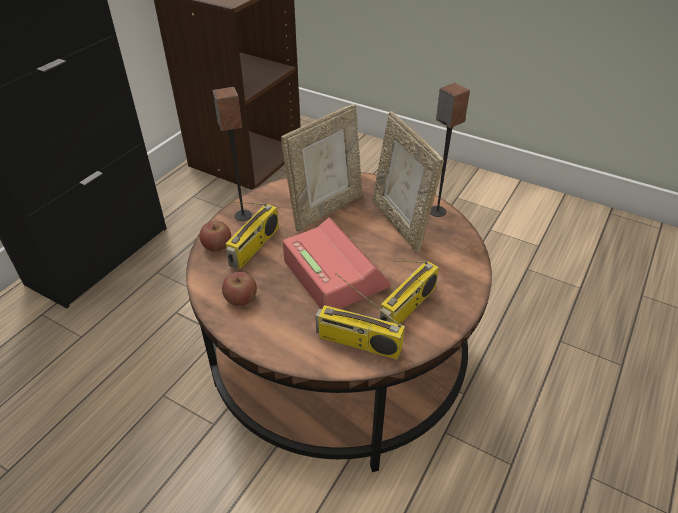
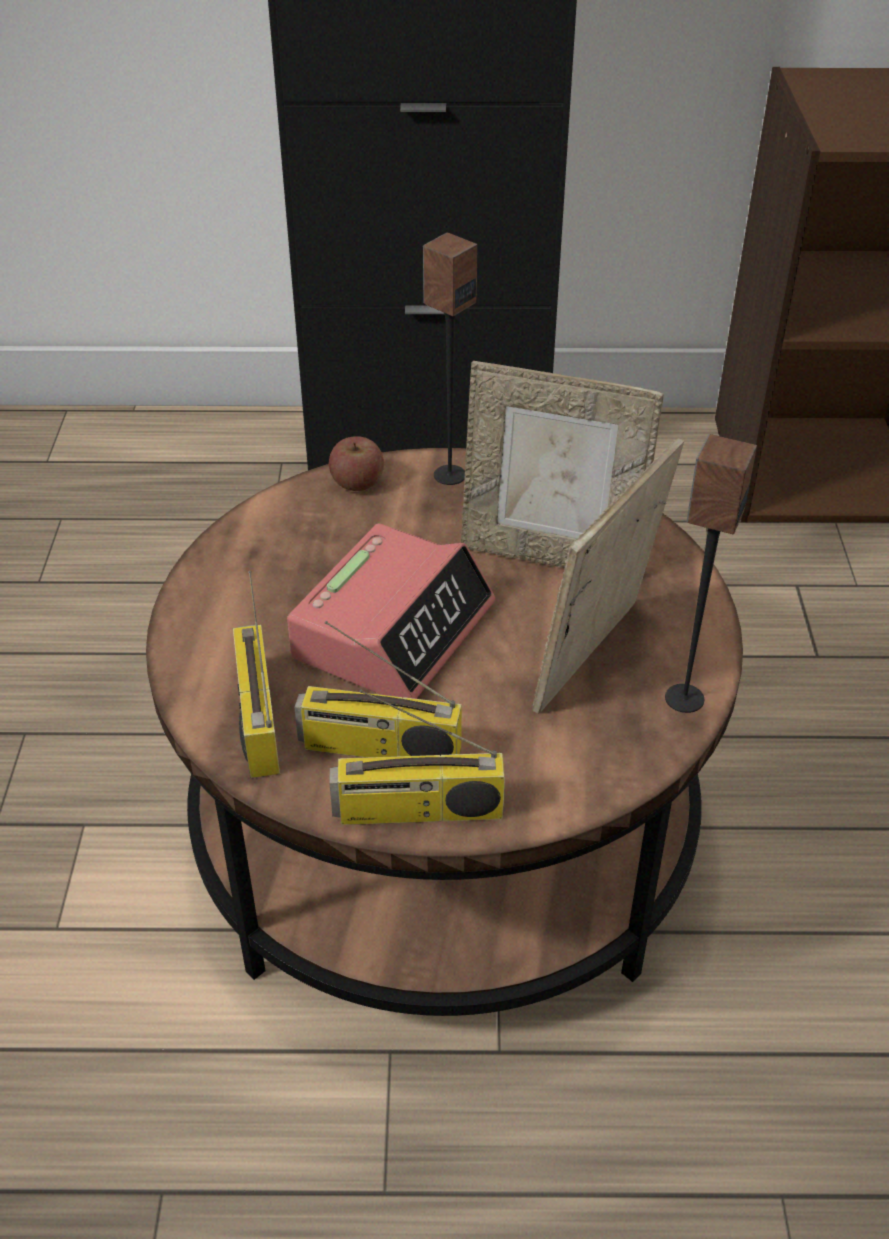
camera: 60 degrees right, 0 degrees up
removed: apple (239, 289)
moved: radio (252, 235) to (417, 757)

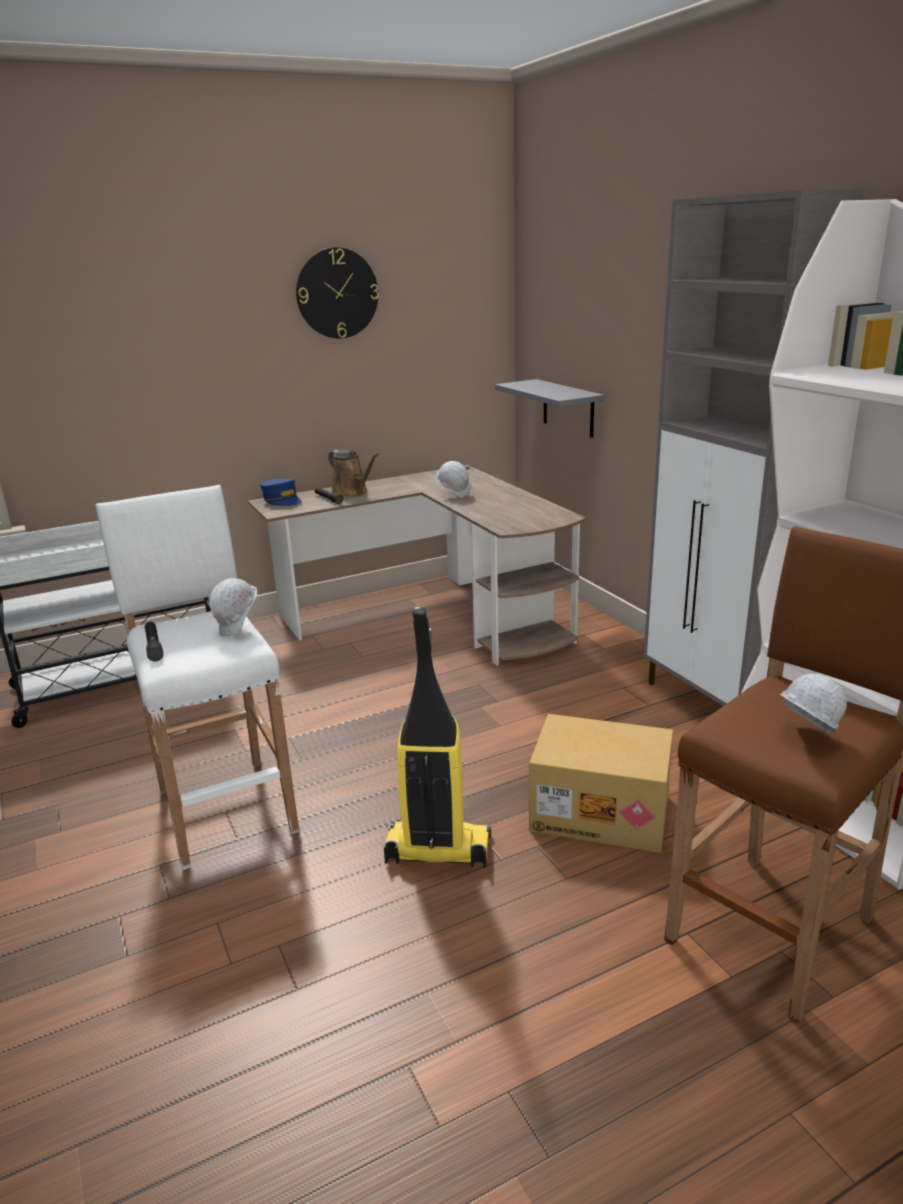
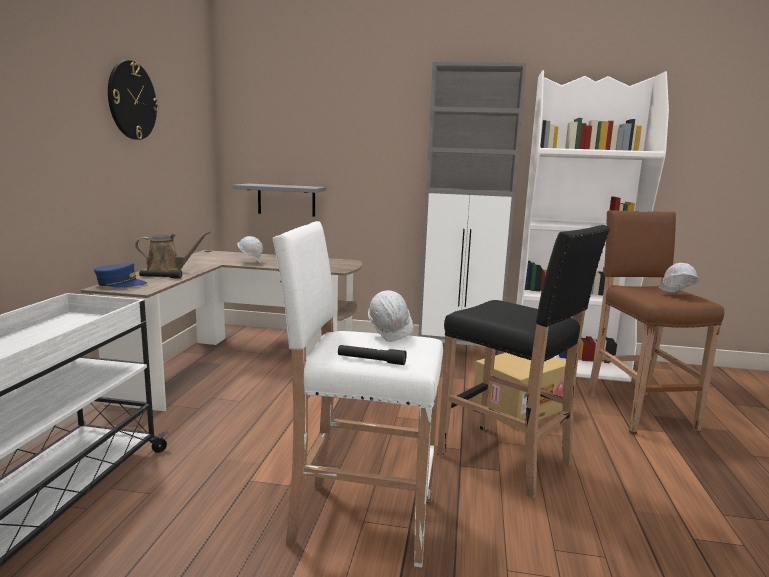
camera: 55 degrees left, 10 degrees down
replaced: vacuum cleaner (437, 737) to black stool (523, 361)

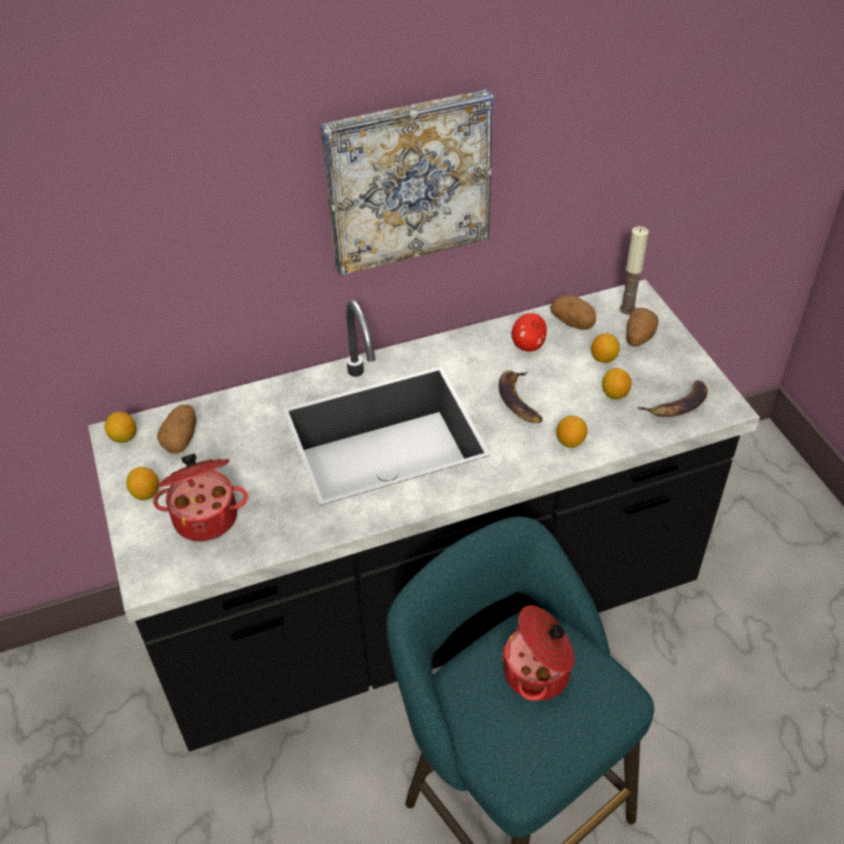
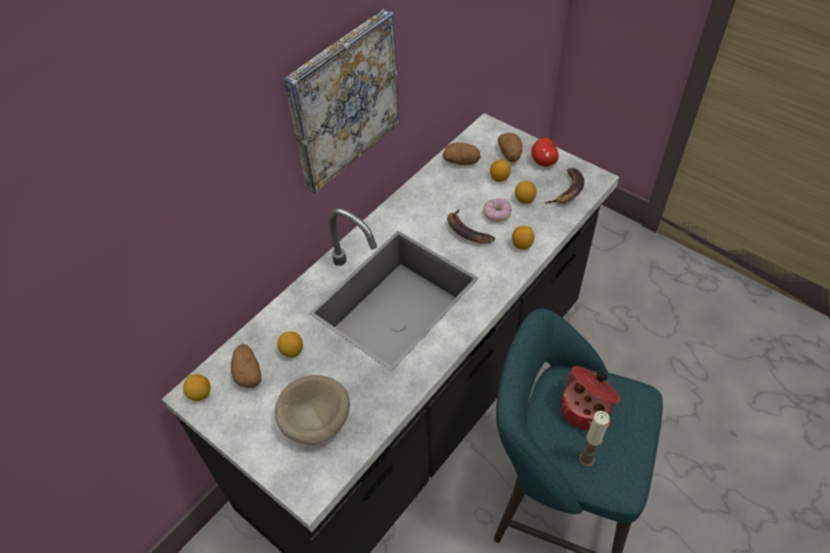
camera: 30 degrees left, 5 degrees up
added: donut (497, 210)
moved: lemon (142, 483) to (290, 344); apple (529, 332) to (545, 152); candle (634, 270) to (594, 439)
replaced: cooking pot (200, 497) to beige bowl (312, 410)

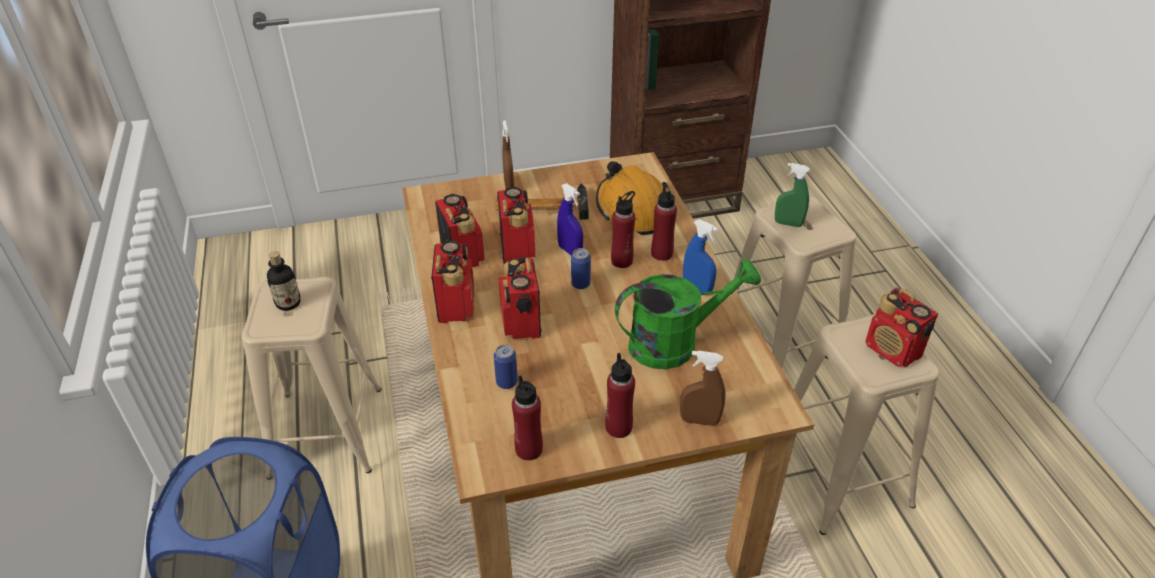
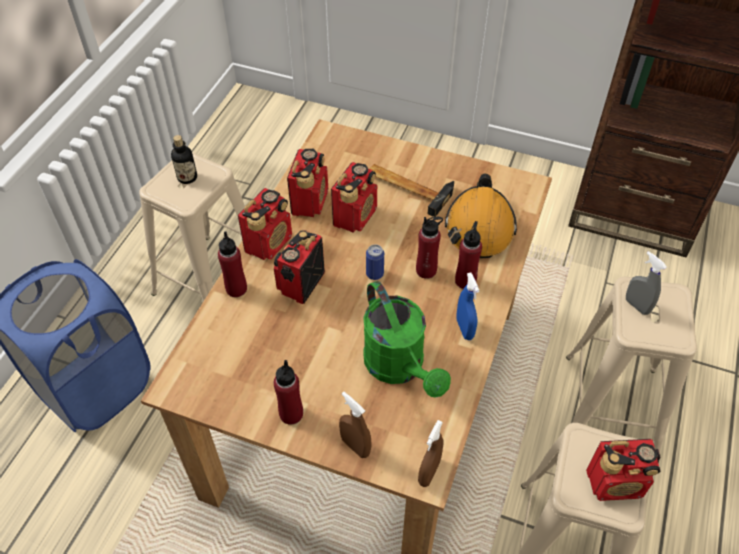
camera: 35 degrees right, 10 degrees up
removed: can (506, 366); blue spray bottle (570, 219)
moved: red bottle (527, 418) to (232, 264); brown spray bottle (508, 154) to (430, 453)
recoloured: green spray bottle (792, 195) to grey spray bottle (646, 283)
turned: green watering can (688, 314) = (407, 339) 45 degrees clockwise; radio (901, 327) = (623, 470) 90 degrees counterclockwise

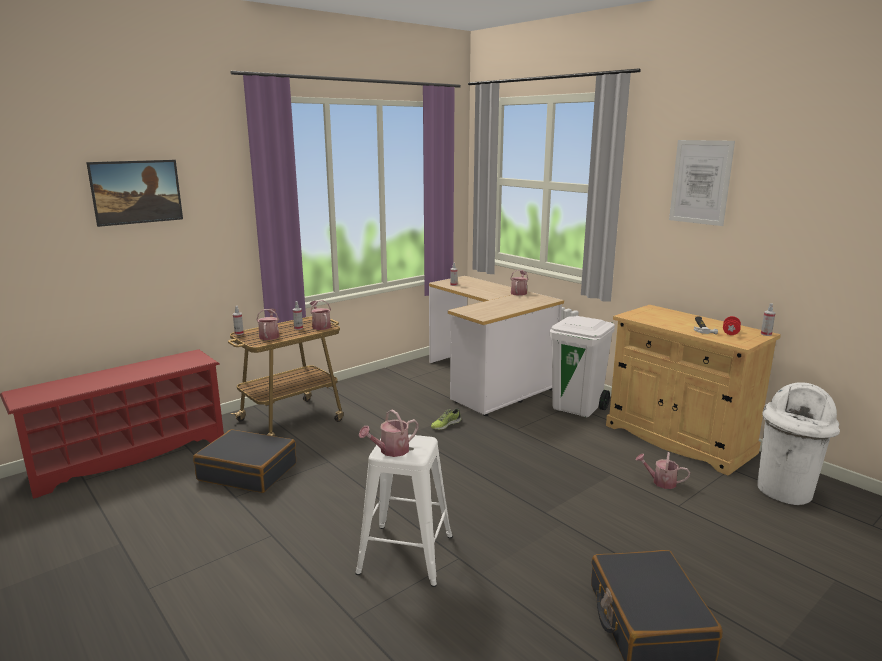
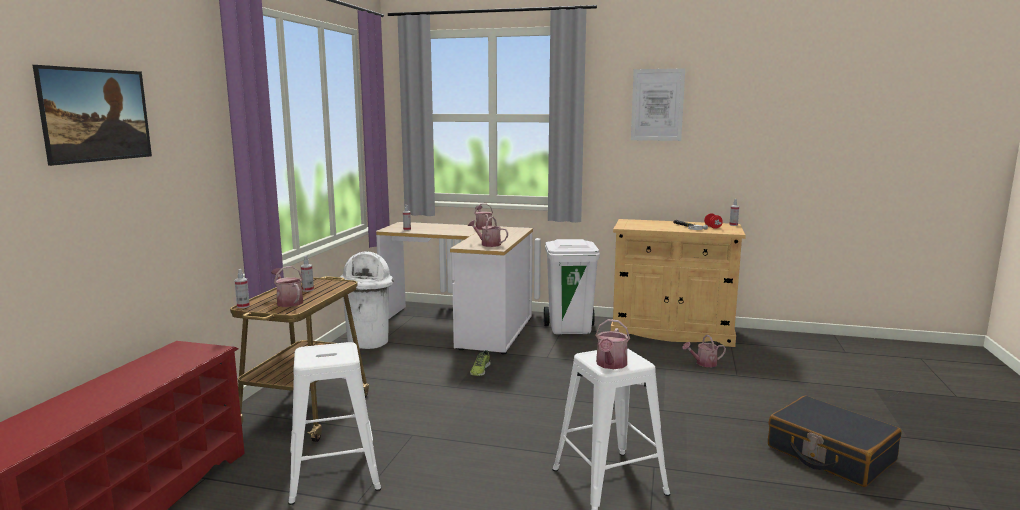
camera: 35 degrees left, 5 degrees down
moved: white trash can (798, 443) to (367, 300); watering can (320, 315) to (488, 231)
replaced: black suitcase (244, 461) to white stool (334, 423)

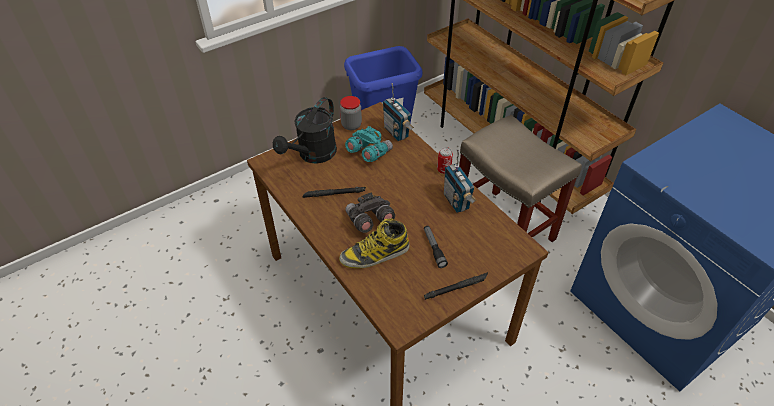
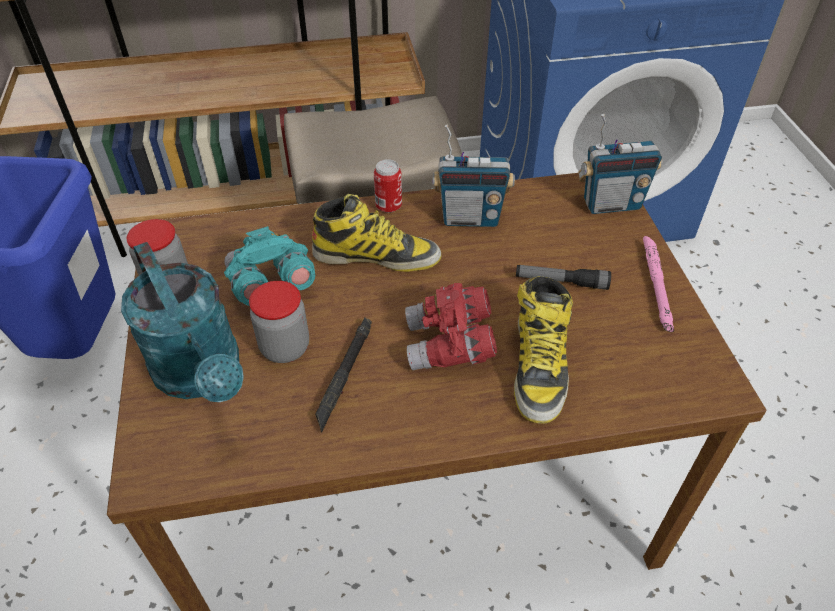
camera: 65 degrees left, 0 degrees up
added: jar (279, 322); boot (377, 233)
moved: radio (398, 112) to (620, 164)
recoloured: black watering can (305, 130) to turquoise watering can (182, 322); grey binoculars (370, 212) to red binoculars (451, 326); black flashlight (456, 286) to pink flashlight (658, 284)

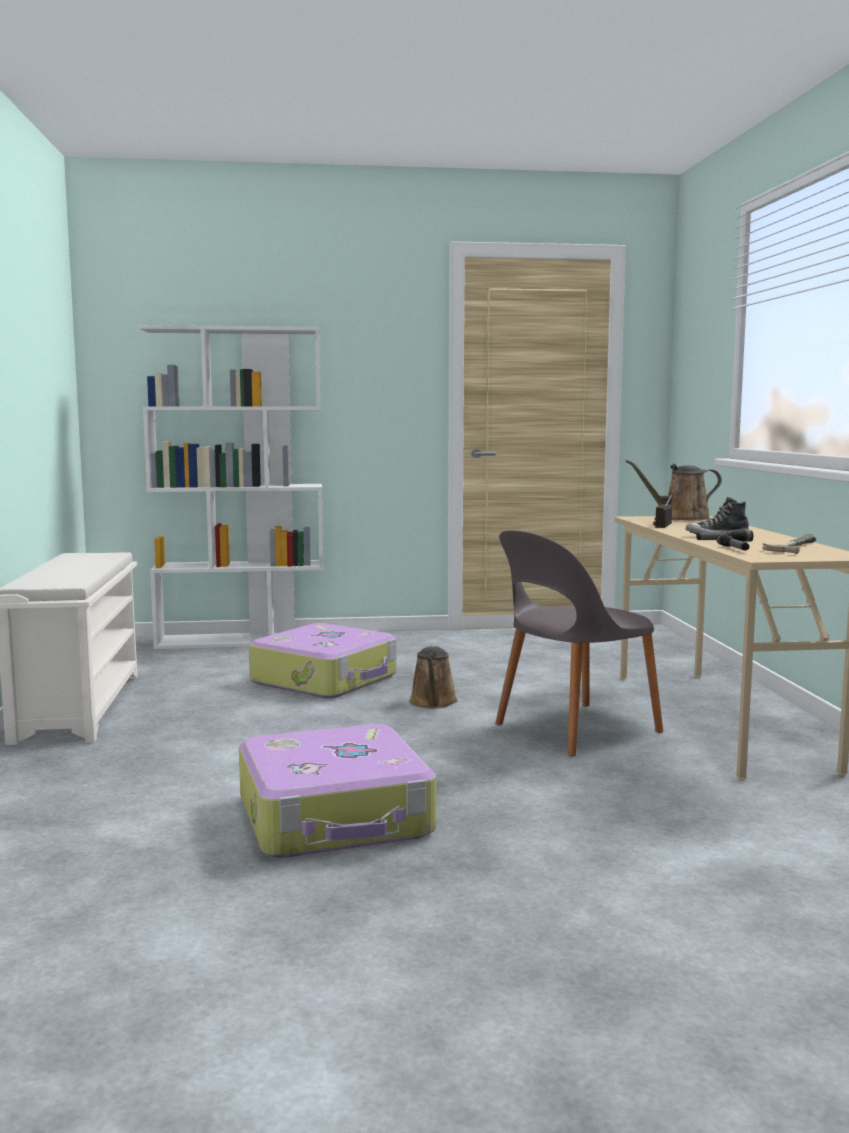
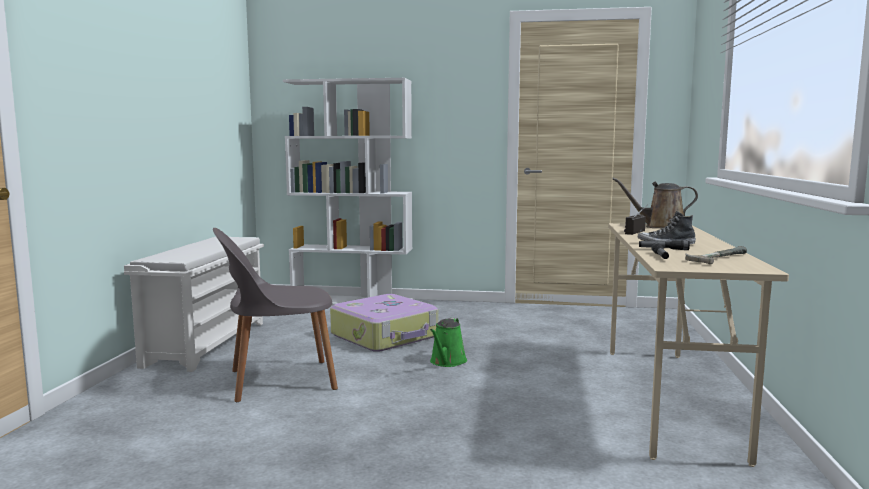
camera: 15 degrees right, 0 degrees up
removed: suitcase (337, 791)
moved: grey chair (579, 643) to (275, 315)
recoloured: brown watering can (433, 677) to green watering can (448, 342)

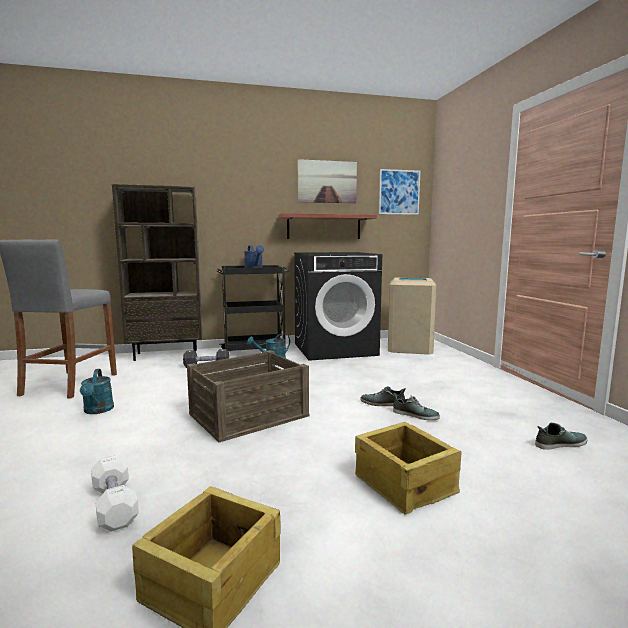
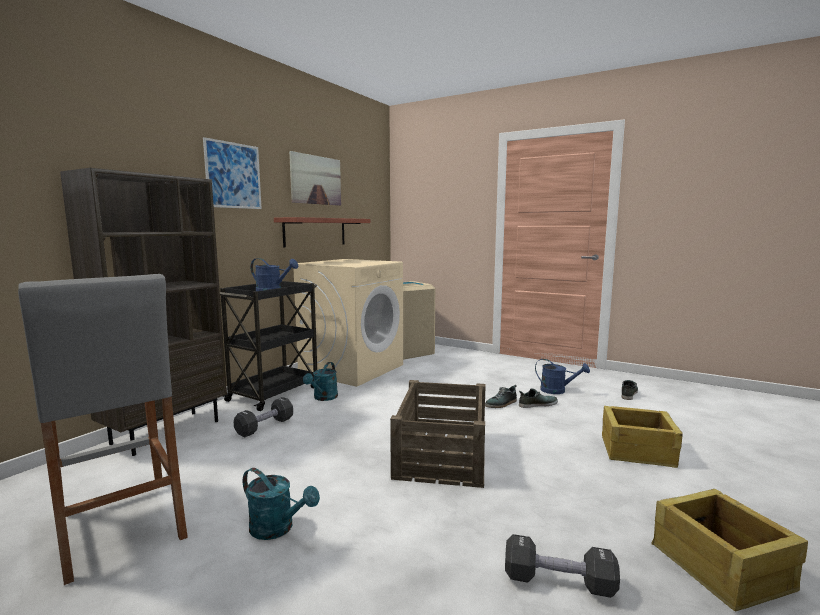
camera: 45 degrees left, 0 degrees up
added: blue watering can (562, 376)
moved: picture (399, 192) to (232, 173)
recoloured: black washing machine (338, 306) to beige washing machine (348, 323); white dumbbell (115, 493) to black dumbbell (562, 566)

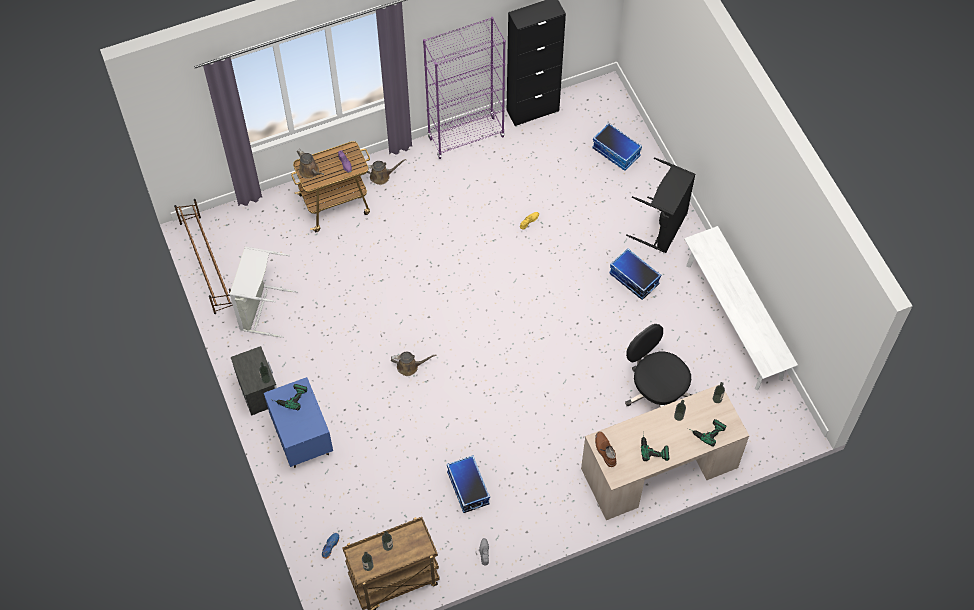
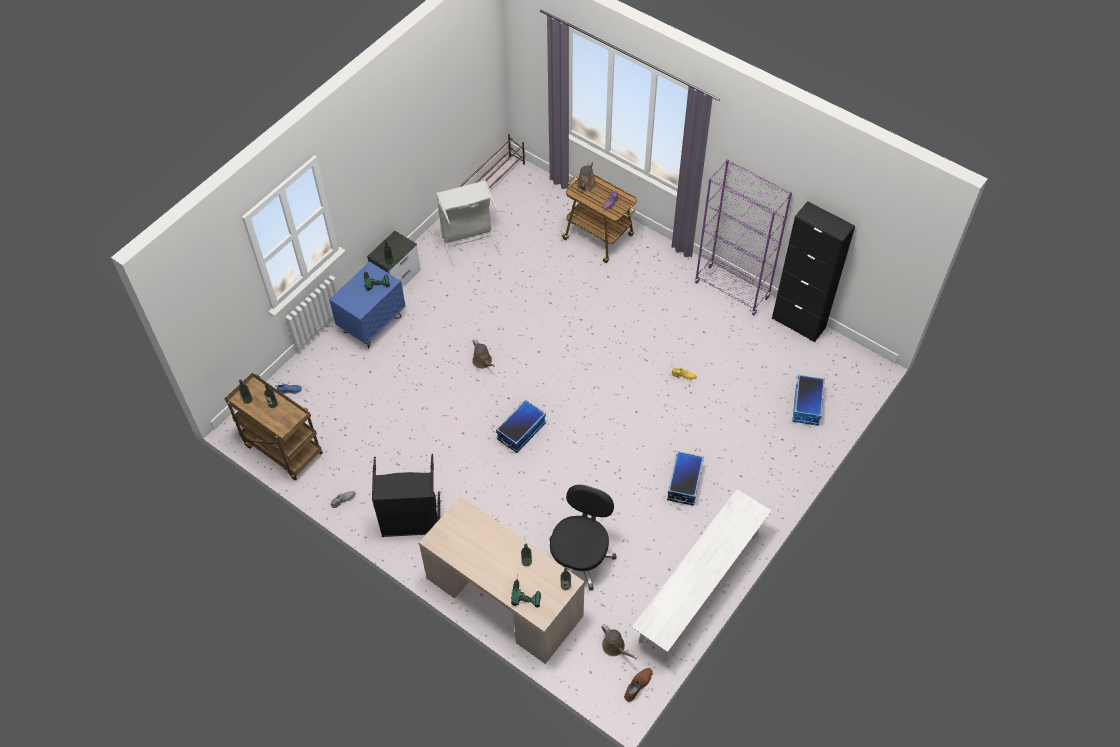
camera: 60 degrees right, 5 degrees down
removed: power drill (655, 448)
moved: black laundry basket (660, 205) to (406, 495); storage box (468, 484) to (521, 426); brown watering can (386, 172) to (619, 642); brown boot (606, 449) to (638, 685)

